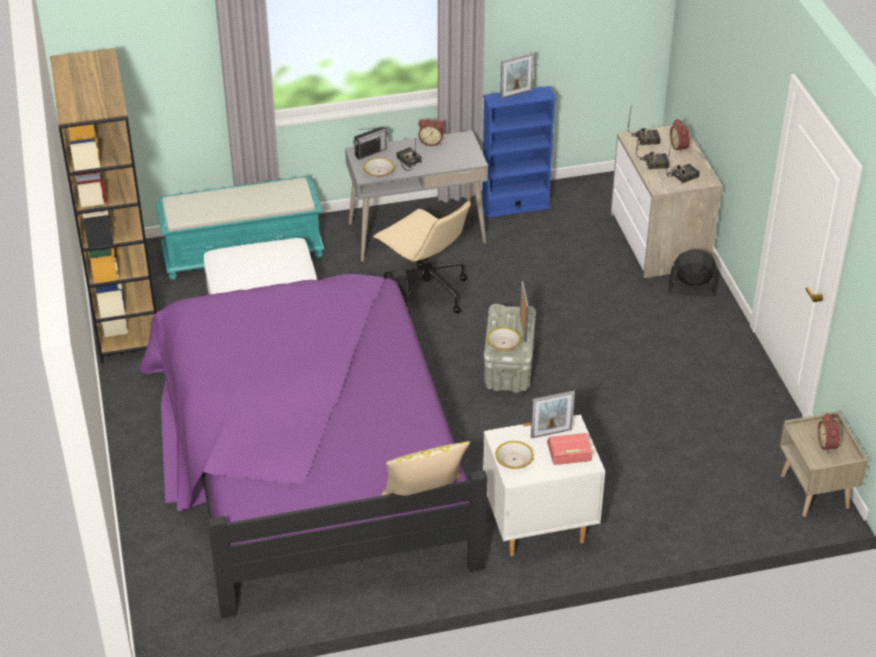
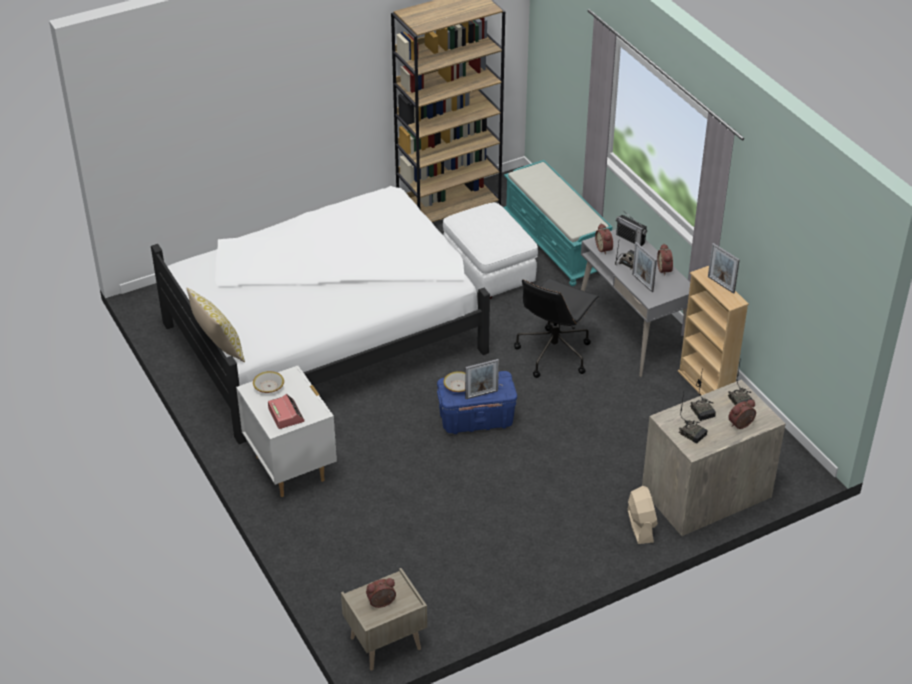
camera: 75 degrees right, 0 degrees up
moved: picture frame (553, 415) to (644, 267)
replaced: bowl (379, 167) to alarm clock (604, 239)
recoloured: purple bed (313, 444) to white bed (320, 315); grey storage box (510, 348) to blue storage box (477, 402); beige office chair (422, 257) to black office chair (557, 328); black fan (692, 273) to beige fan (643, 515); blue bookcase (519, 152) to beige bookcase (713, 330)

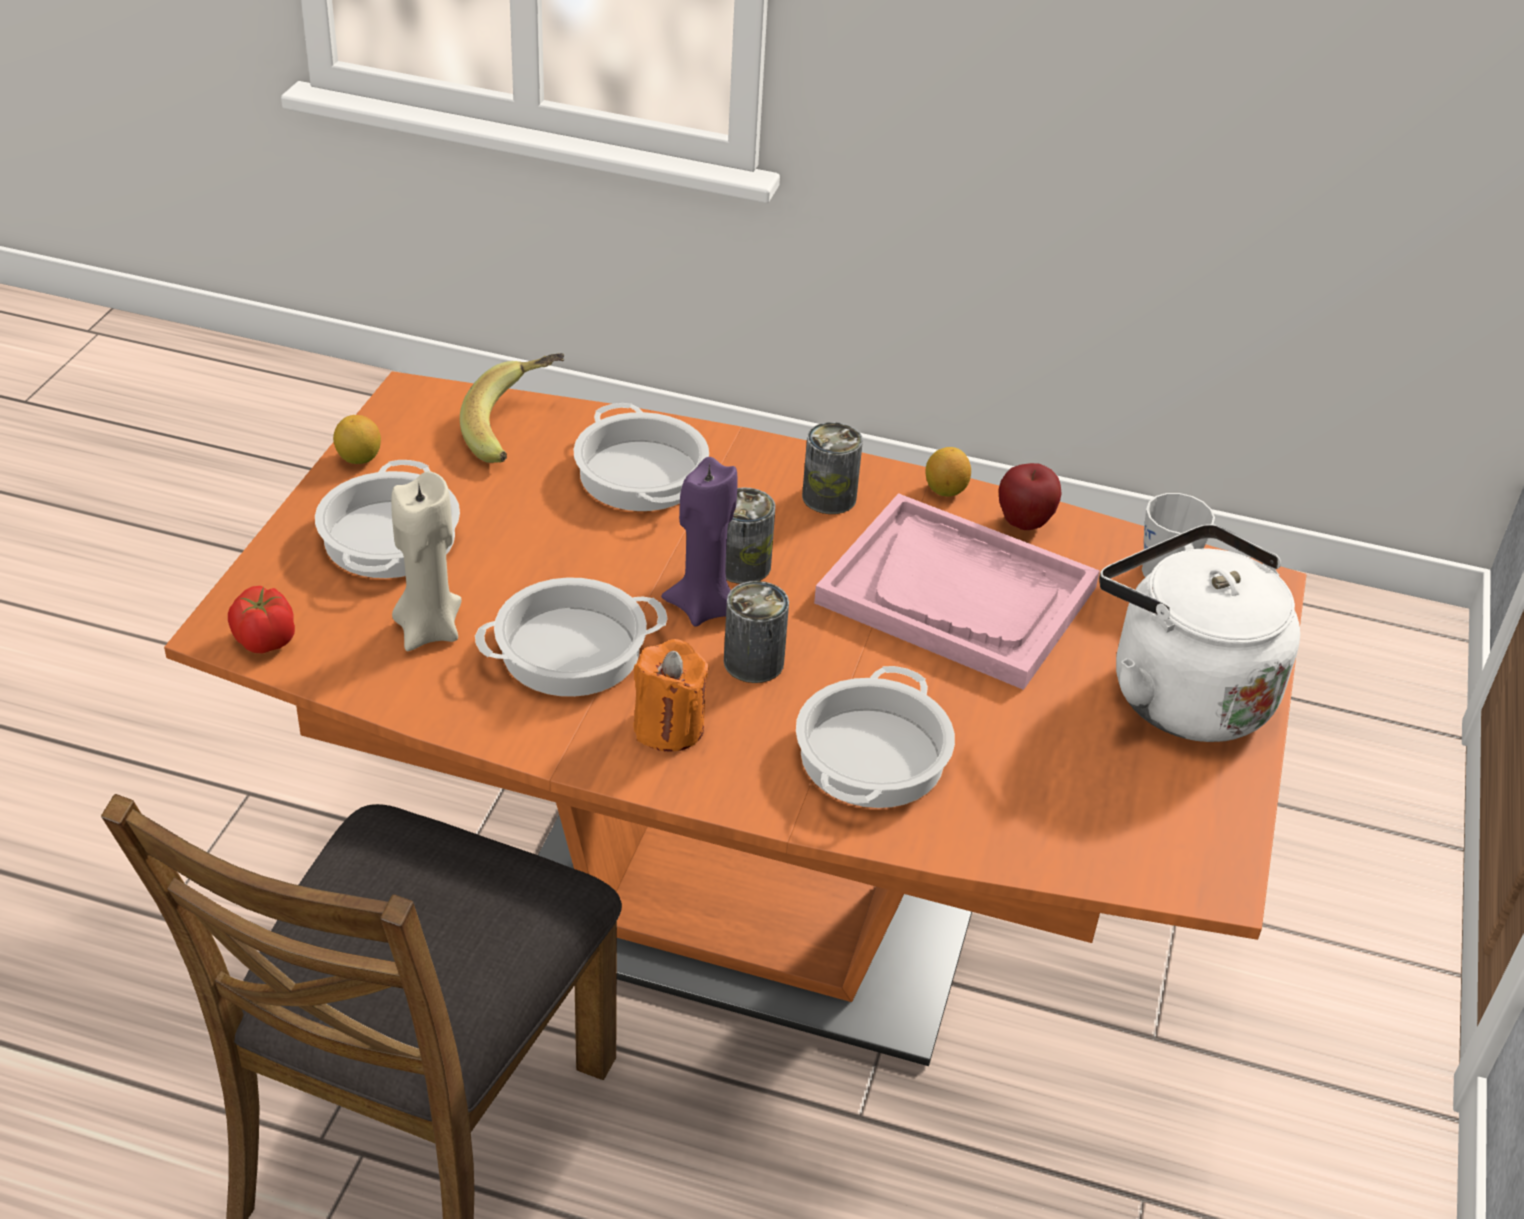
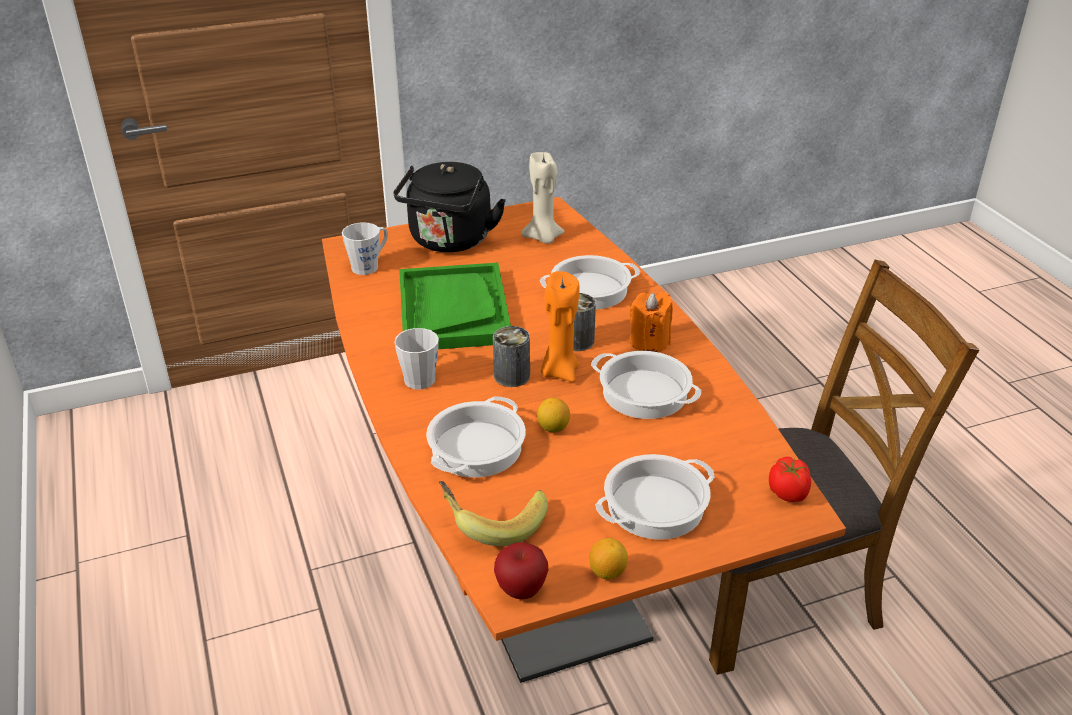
camera: 125 degrees left, 5 degrees down
moved: apple (1030, 496) to (521, 570); beige candle (426, 561) to (543, 198); lemon (948, 472) to (553, 414)
replaced: can (832, 468) to grey mug (416, 358)
recoloured: white kettle (1199, 633) to black kettle (449, 207); pink tray (957, 591) to green tray (455, 306); purple candle (699, 541) to orange candle (560, 326)

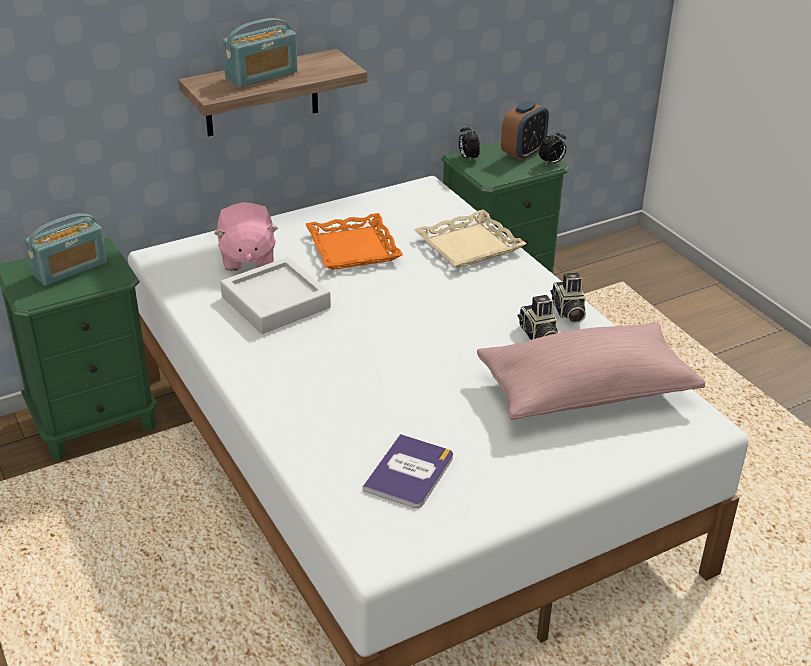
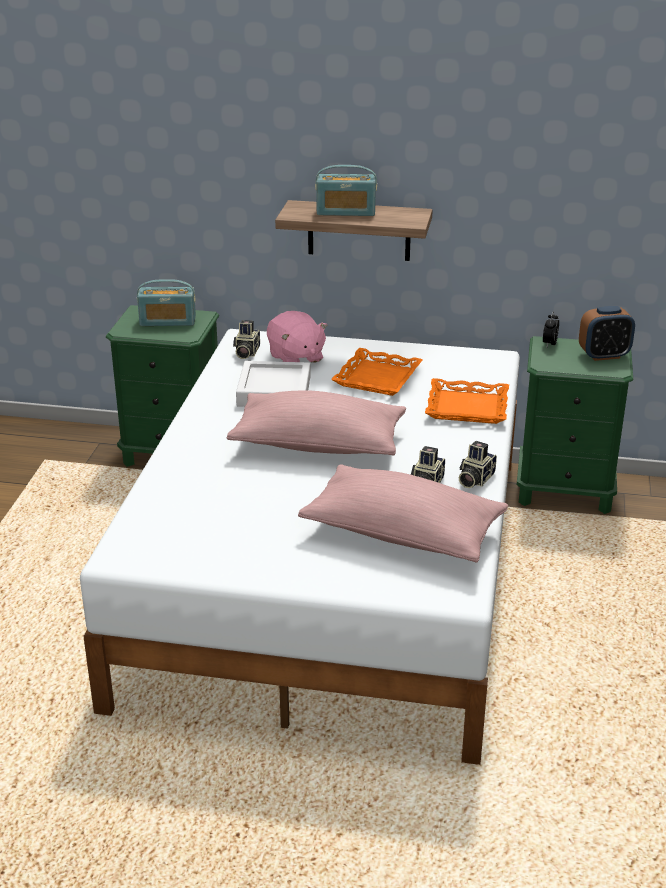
camera: 40 degrees right, 5 degrees down
removed: book (408, 471); alarm clock (552, 148)
added: pink pillow (316, 422); photo camera (246, 339)
recoloured: beige tray (470, 238) to orange tray (467, 401)
turned: pink plush toy (246, 236) = (297, 337) 60 degrees counterclockwise

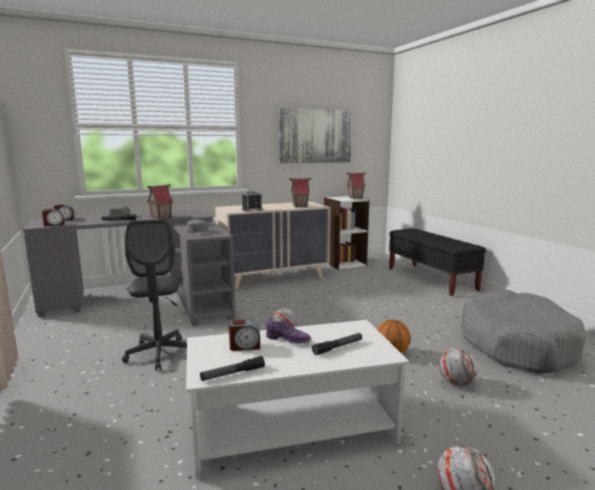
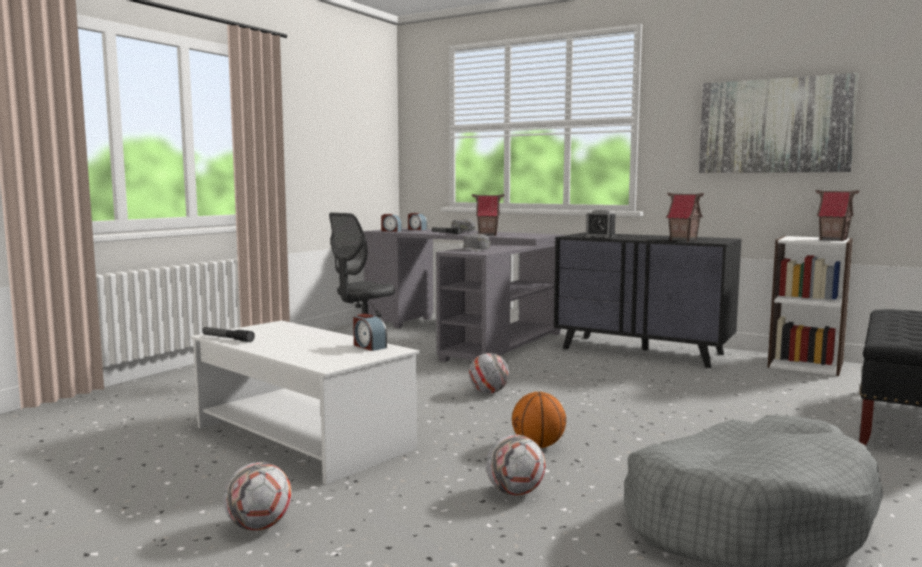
camera: 55 degrees right, 5 degrees down
removed: purple shoe (289, 329); flashlight (337, 344)
moved: alarm clock (244, 335) to (370, 332)
recoloured: beige dresser (273, 245) to black dresser (648, 300)

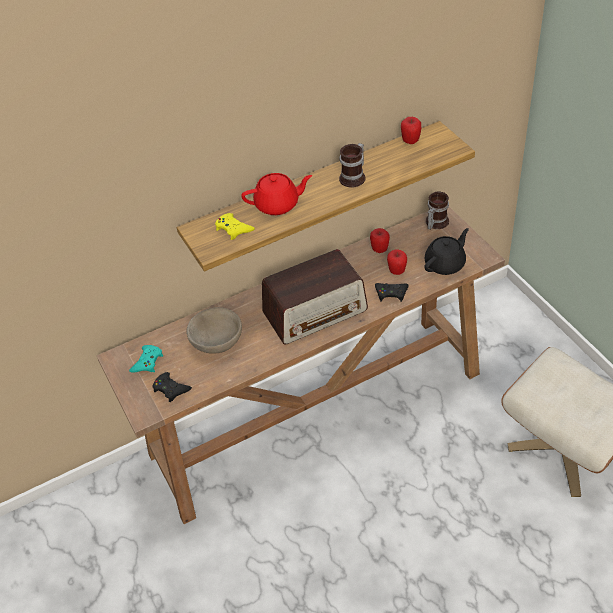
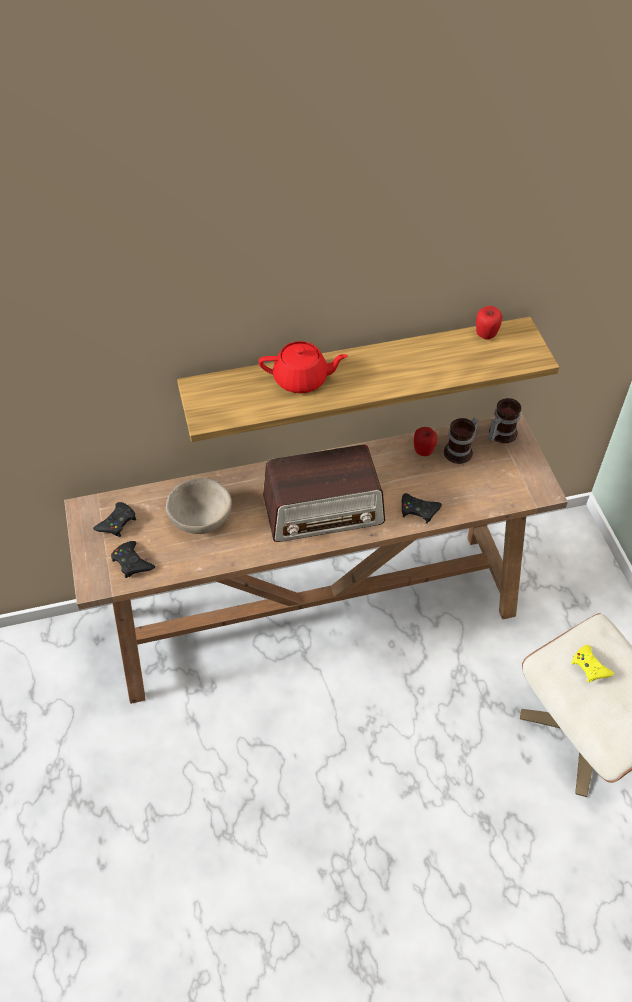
camera: 10 degrees right, 5 degrees up
removed: apple (397, 262); black teapot (446, 251)
moved: mug (352, 165) to (461, 441); yellow game controller (235, 226) to (592, 663)
recoloured: turquoise game controller (146, 358) to black game controller (114, 519)

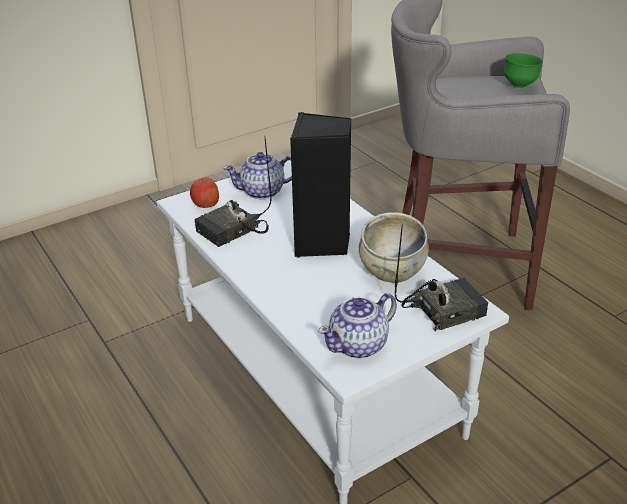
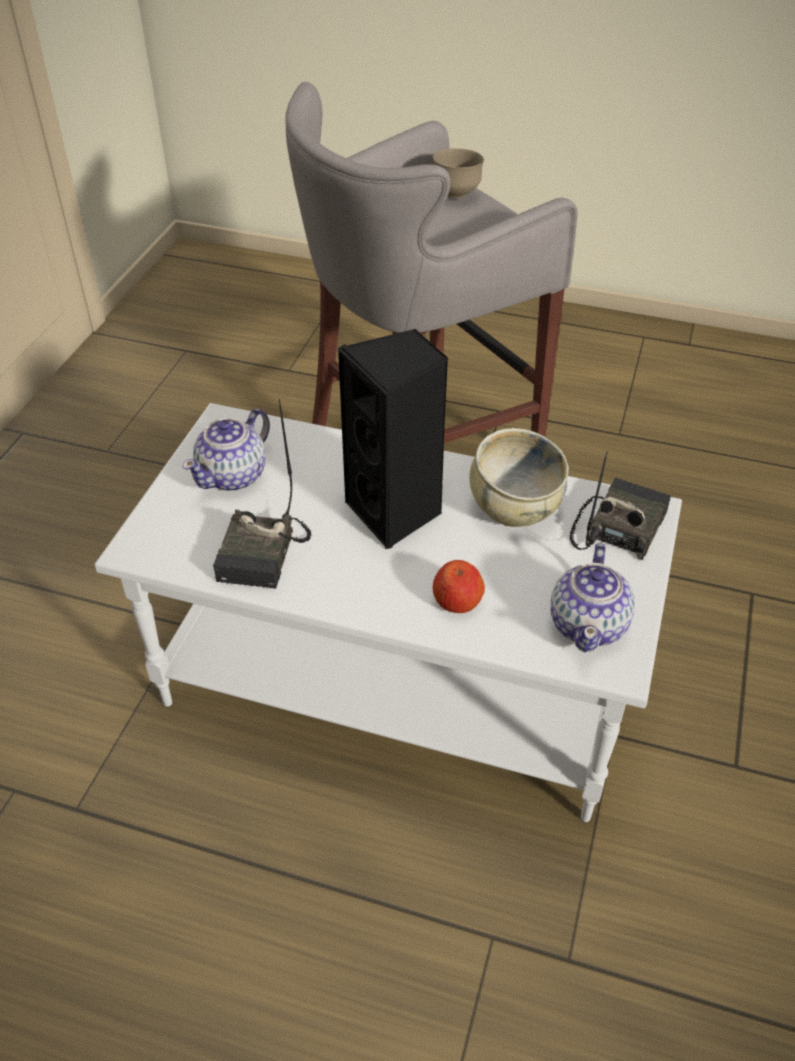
camera: 40 degrees left, 10 degrees up
moved: apple (204, 192) to (459, 586)
recoloured: green bowl (523, 70) to brown bowl (458, 173)

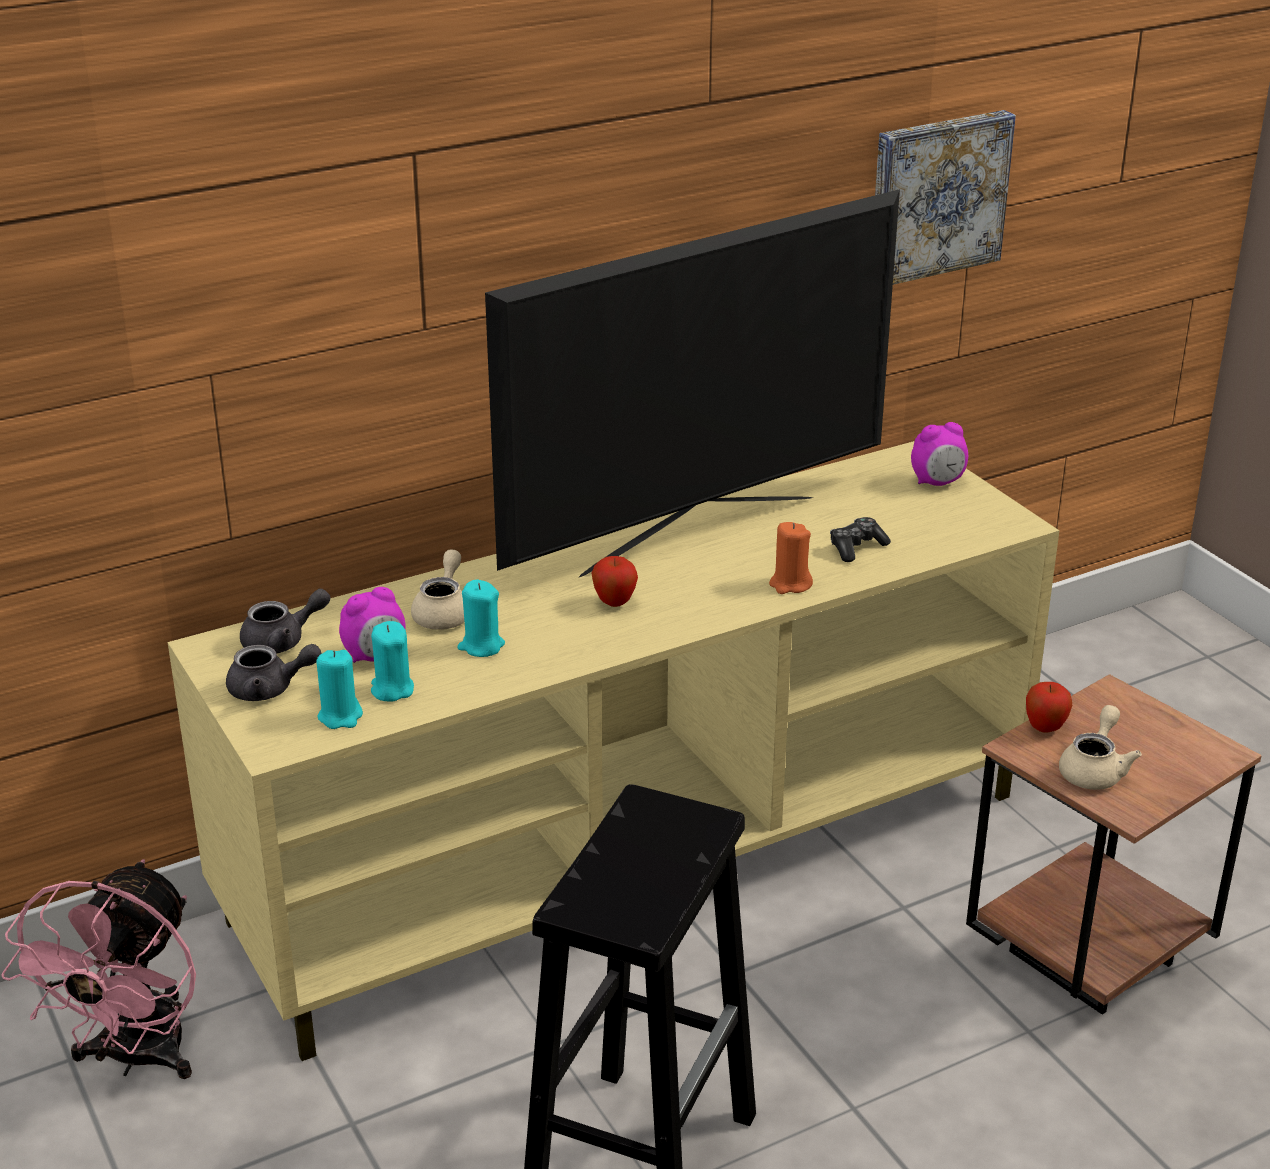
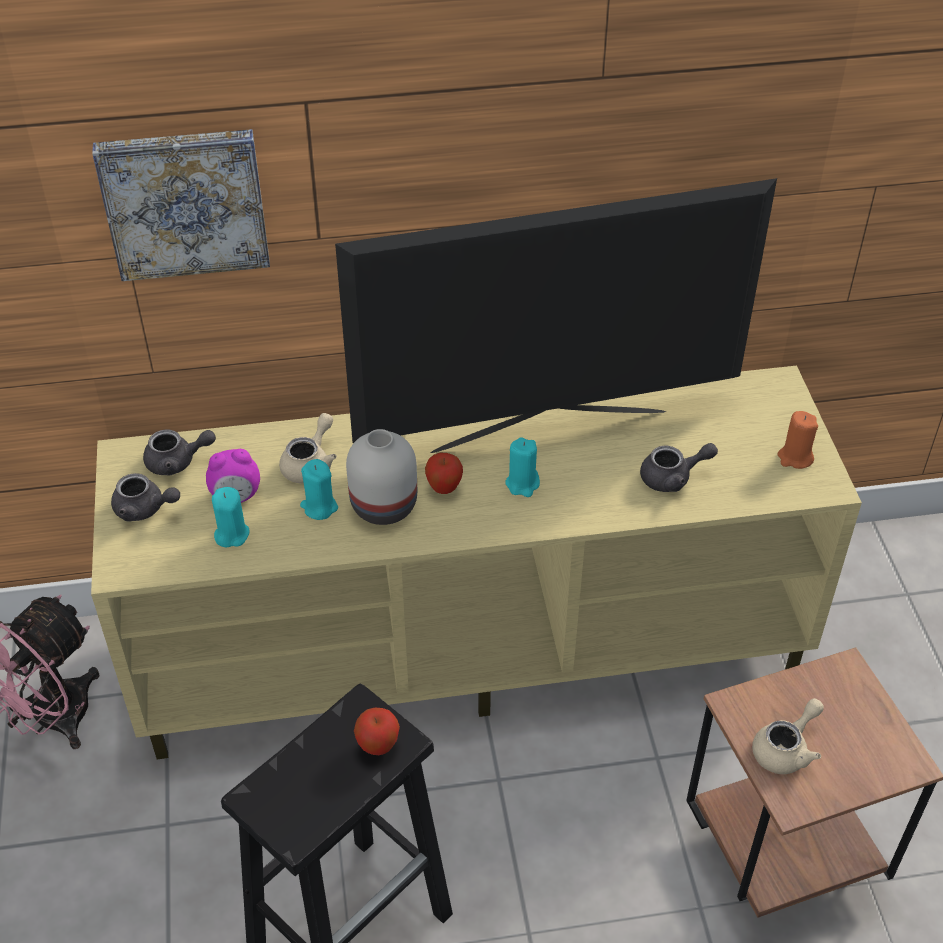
camera: 20 degrees right, 15 degrees up
removed: alarm clock (939, 454)
added: white vase (381, 477)
moved: picture (945, 197) to (181, 205); apple (1049, 707) to (377, 731); turquoise candle (339, 689) to (523, 467); orange candle (791, 558) to (798, 440)
replaced: game controller (860, 539) to grey teapot (679, 467)

